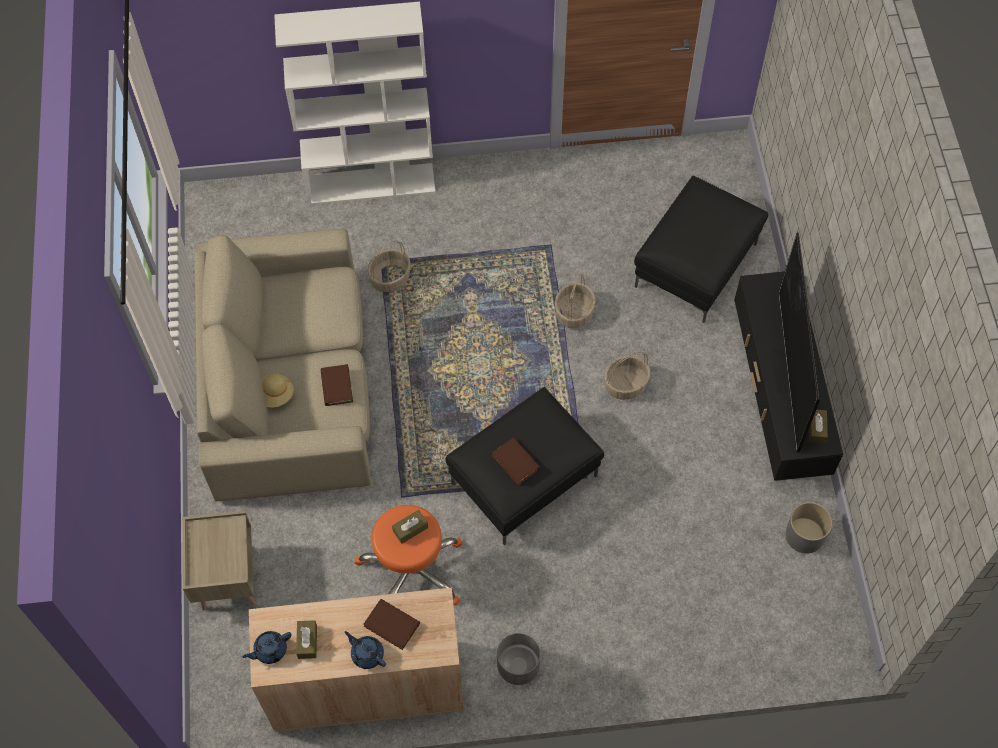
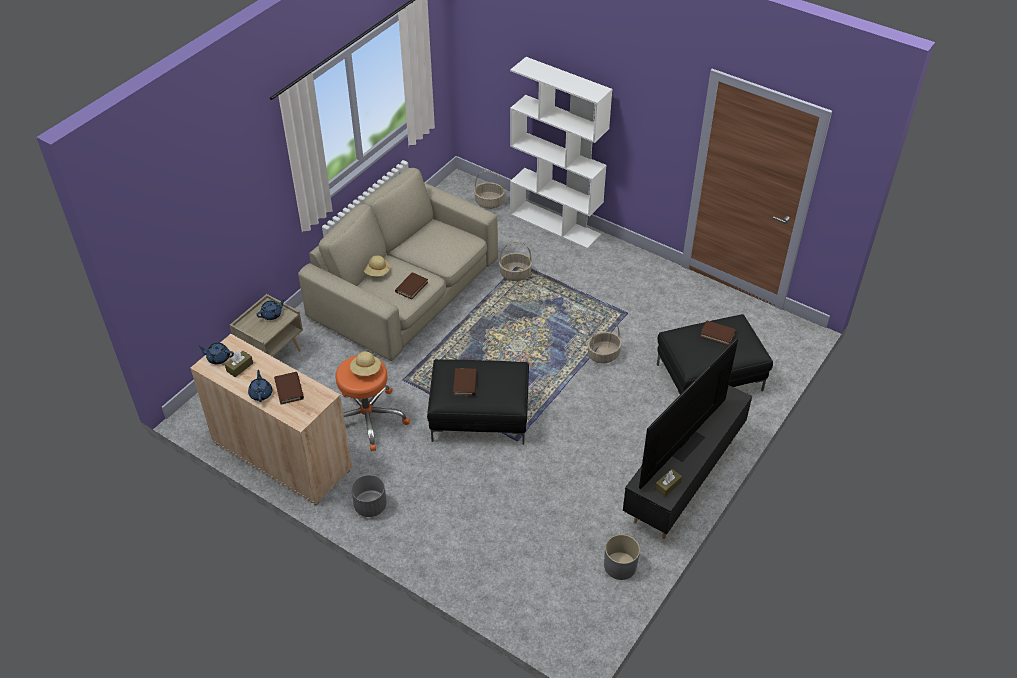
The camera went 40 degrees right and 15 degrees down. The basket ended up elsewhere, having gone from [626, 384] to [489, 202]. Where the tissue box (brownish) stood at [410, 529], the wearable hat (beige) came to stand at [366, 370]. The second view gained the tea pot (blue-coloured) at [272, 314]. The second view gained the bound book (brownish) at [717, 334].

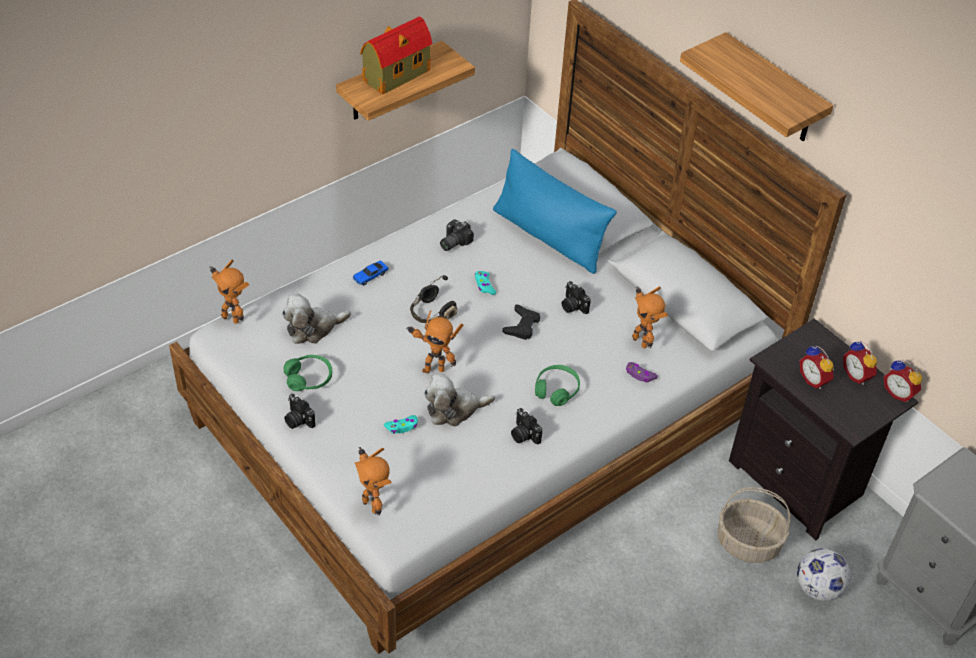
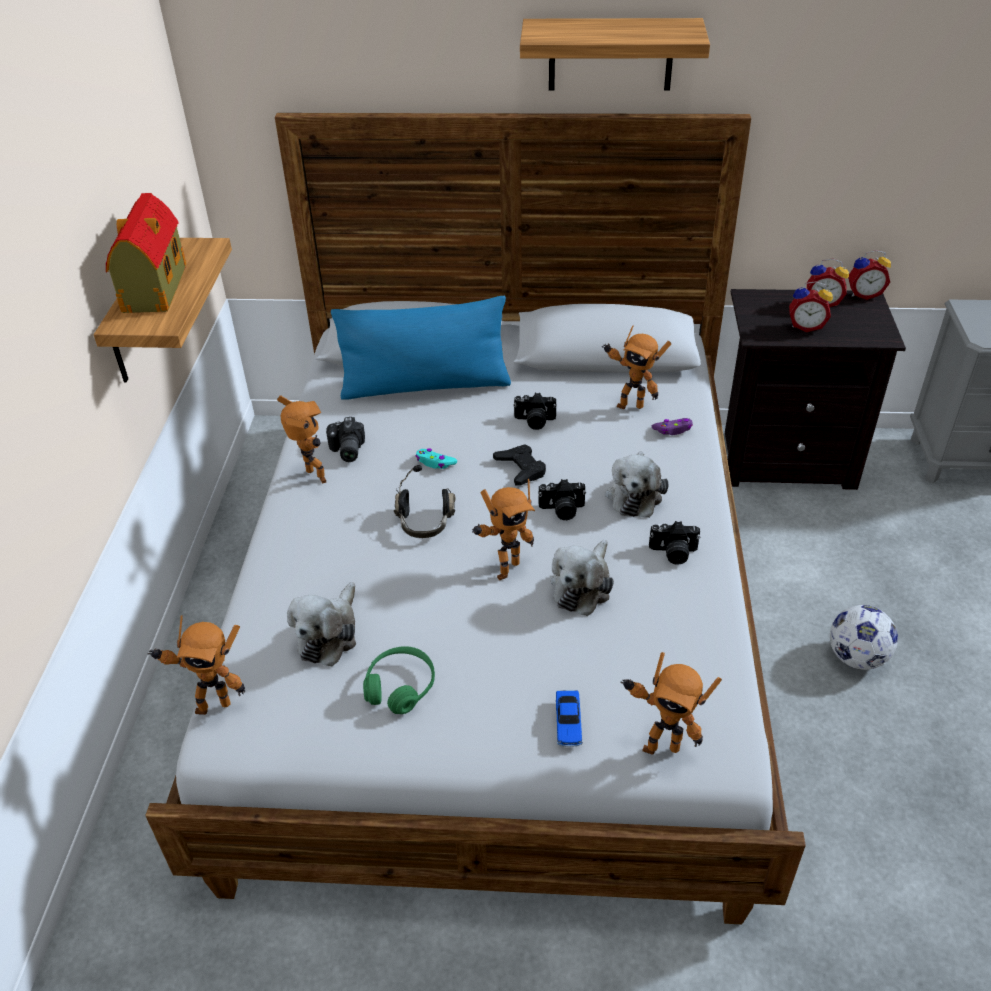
The camera went 45 degrees left and 5 degrees down. The model car ended up elsewhere, having gone from [370, 276] to [568, 723]. Where the pair of headphones (green-coloured) stood at [556, 390], the soft toy came to stand at [634, 494]. The still camera ended up elsewhere, having gone from [298, 420] to [562, 510]. The second view lost the joypad (turquoise-coloured) at [402, 427]. The second view lost the basket at [748, 543]. The football ball ended up elsewhere, having gone from [817, 588] to [856, 657]. The second view gained the toy robot at [313, 478].

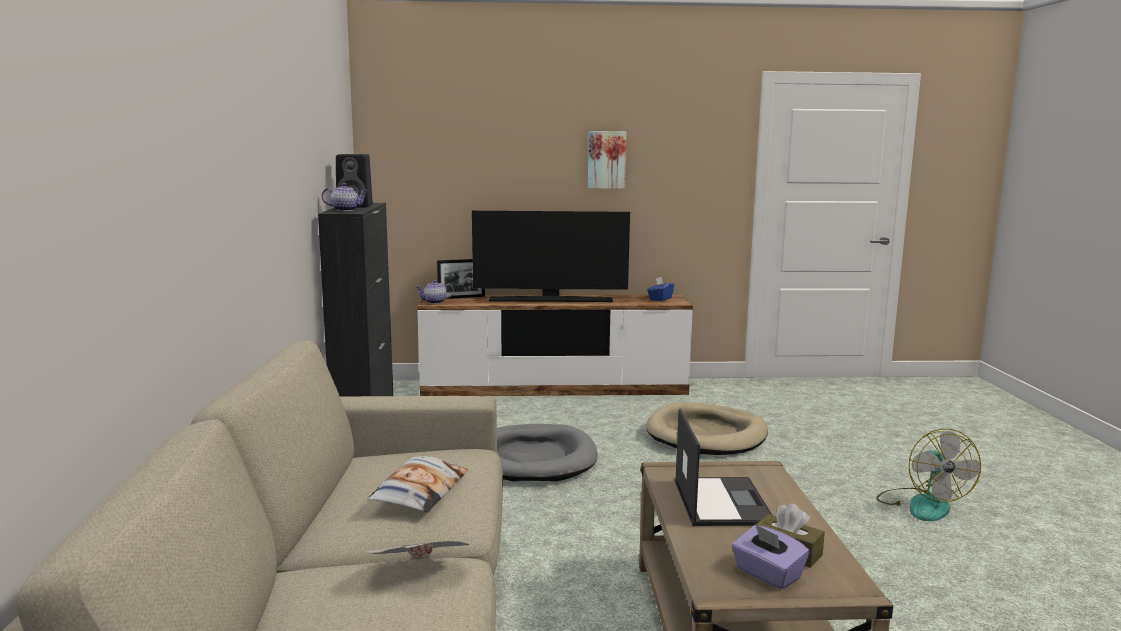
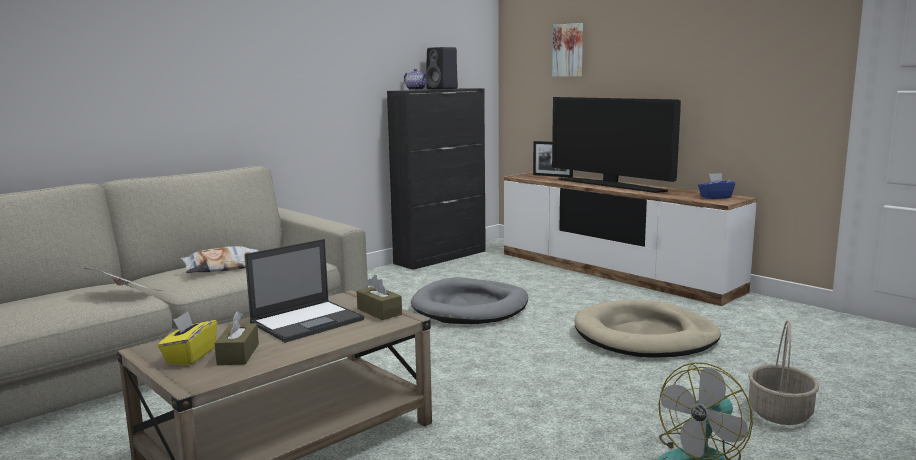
The camera went 50 degrees right and 0 degrees up. The wall art ended up elsewhere, having gone from [606, 159] to [568, 50]. The second view lost the tea pot at [435, 302]. What was the tissue box (purple-coloured) at [767, 574] turned into the tissue box (yellow-coloured) at [190, 356]. The second view gained the tissue box (brownish) at [379, 312]. The second view gained the basket at [779, 412].

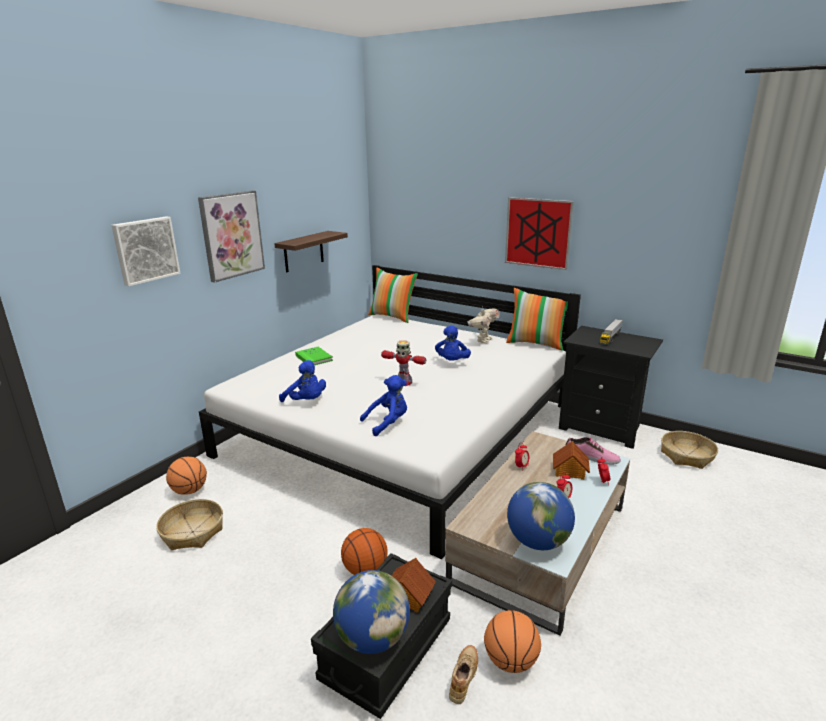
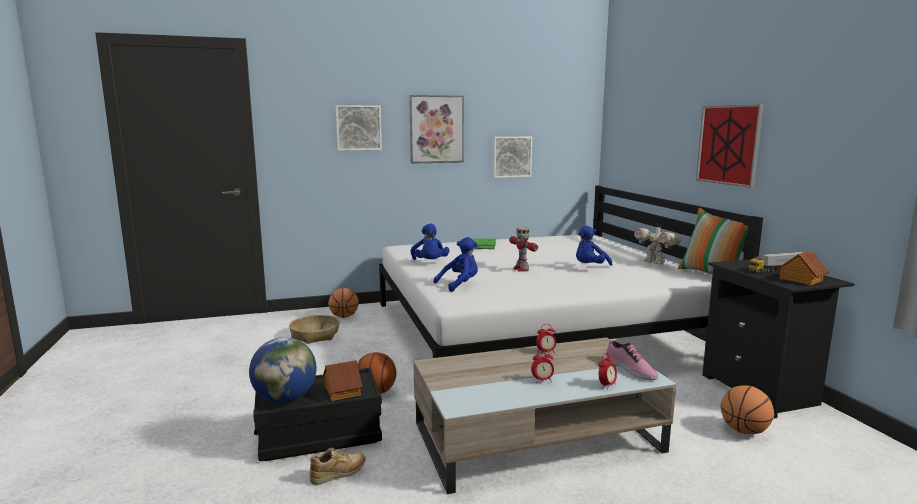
The camera went 40 degrees right and 10 degrees down. Where the bracket shelf hung at [303, 251], the wall art came to hang at [511, 156]. The second view lost the pillow at [392, 316]. The toy robot at [483, 340] ended up facing another way, 75 degrees clockwise from before. The soft toy (blue-coloured) at [388, 423] ended up facing another way, 45 degrees counterclockwise from before. The second view lost the basket at [687, 456]. The miniature house ended up elsewhere, having gone from [569, 471] to [800, 280]. The second view lost the desk globe at [538, 542]. The ball for basketball ended up elsewhere, having gone from [510, 661] to [744, 431].

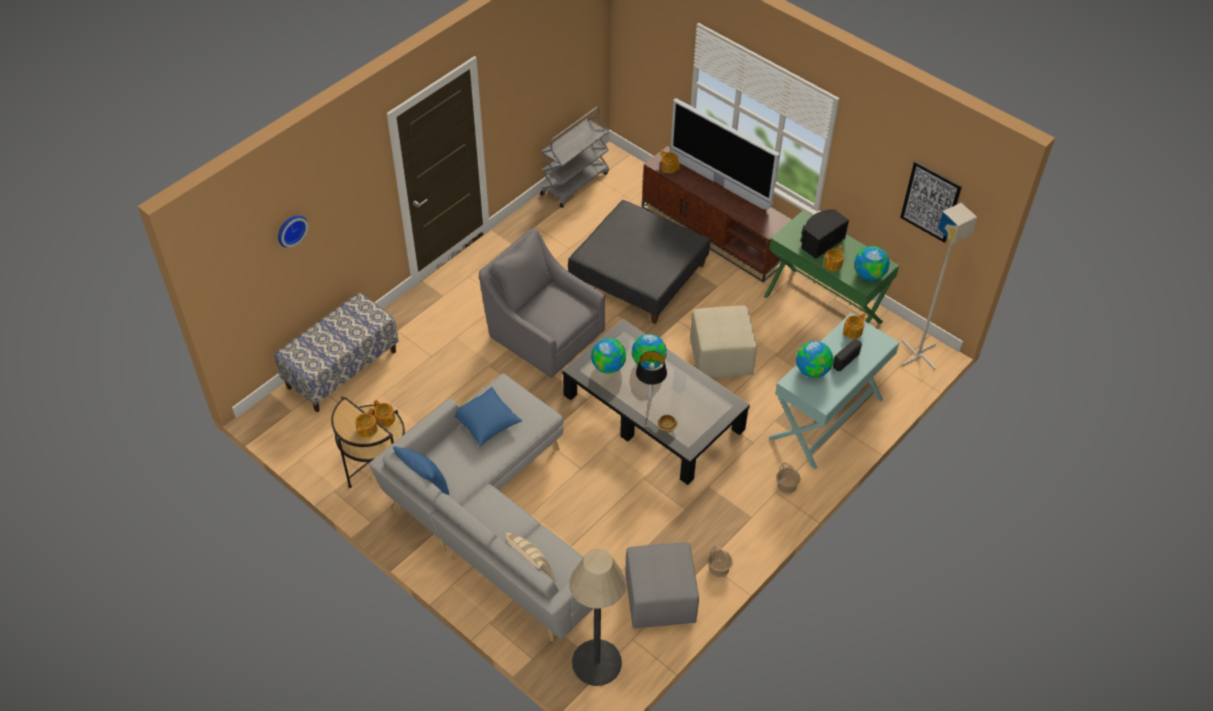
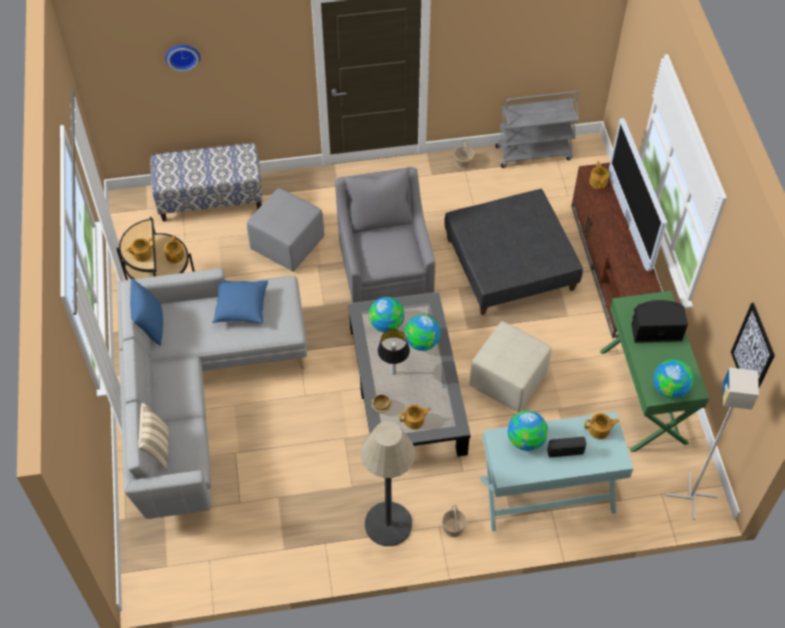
The camera went 40 degrees right and 5 degrees up. The tea pot ended up elsewhere, having gone from [833, 264] to [414, 420]. The footrest (greyish) ended up elsewhere, having gone from [659, 598] to [287, 243]. The basket ended up elsewhere, having gone from [719, 569] to [463, 163]. The standing lamp ended up elsewhere, having gone from [596, 662] to [388, 524].

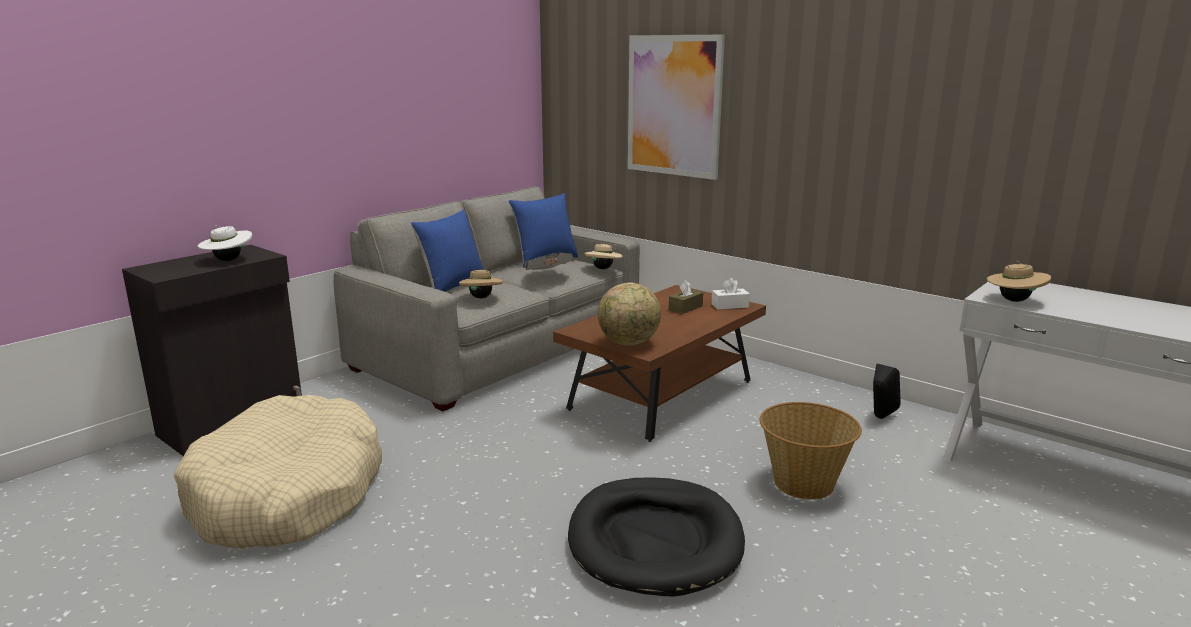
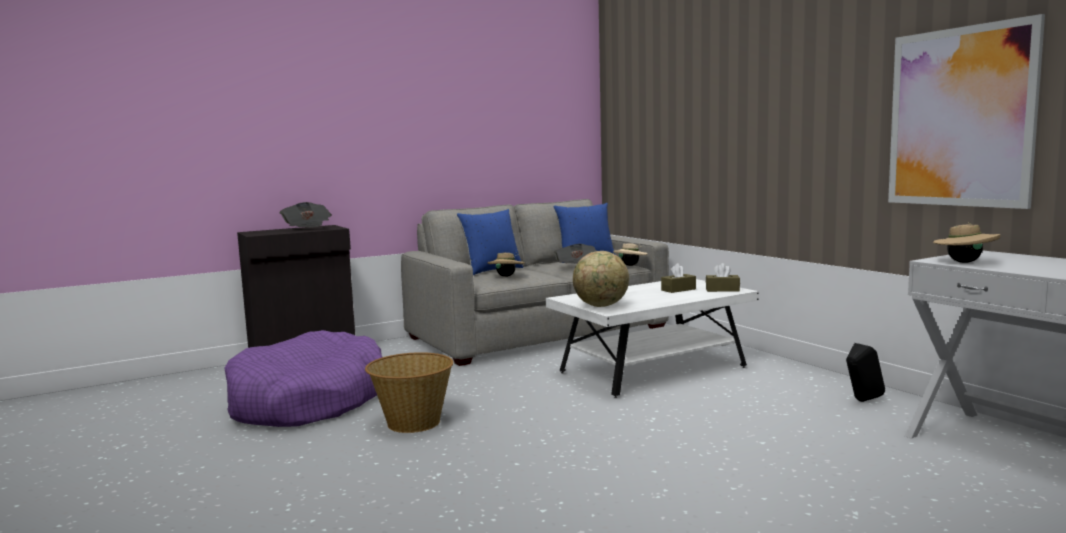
The camera went 20 degrees right and 10 degrees down. The wall art ended up elsewhere, having gone from [674, 106] to [960, 117]. Where the wearable hat (white) stood at [228, 260], the newspaper came to stand at [307, 229]. What was the tissue box (white) at [730, 305] turned into the tissue box (brownish) at [722, 290]. What was the coffee table (brownish) at [662, 396] turned into the coffee table (white) at [652, 370]. What was the dog cushion (beige) at [288, 494] turned into the dog cushion (purple-coloured) at [308, 401]. The basket ended up elsewhere, having gone from [803, 484] to [413, 423]. The second view lost the dog cushion (black-coloured) at [655, 540].

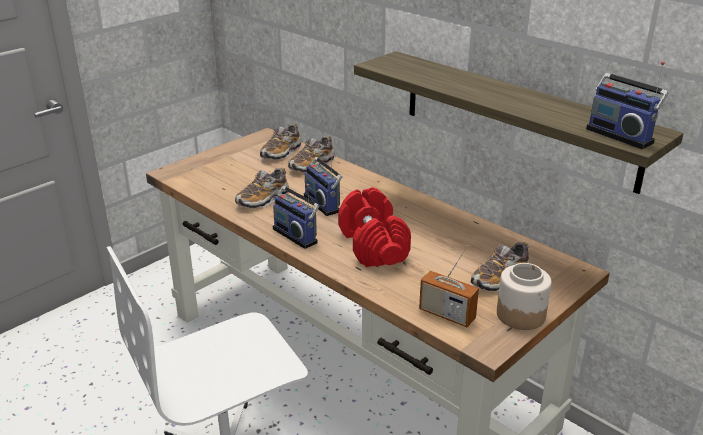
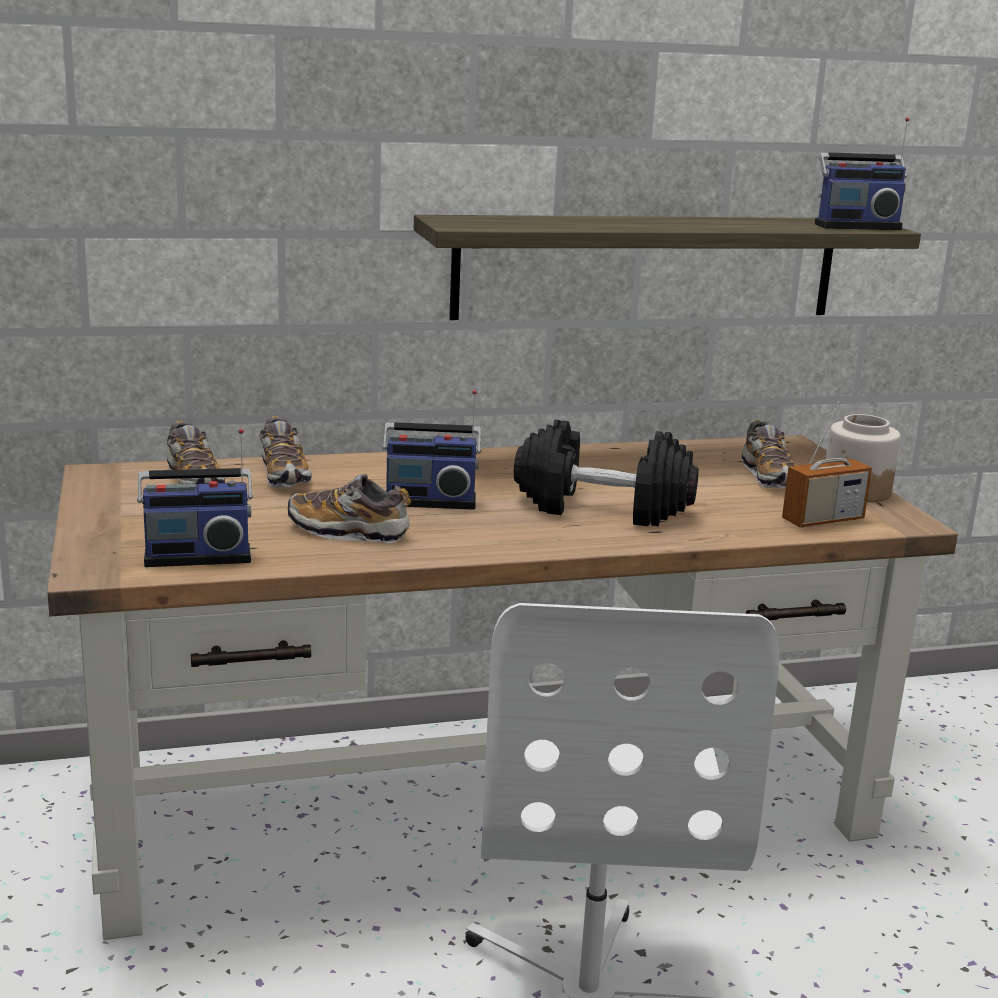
The camera went 60 degrees left and 10 degrees down. The item of footwear at [263, 199] ended up facing another way, 120 degrees clockwise from before. The radio ended up elsewhere, having gone from [297, 235] to [197, 556]. What was the free weight (red-coloured) at [372, 245] turned into the free weight (black-coloured) at [602, 508].

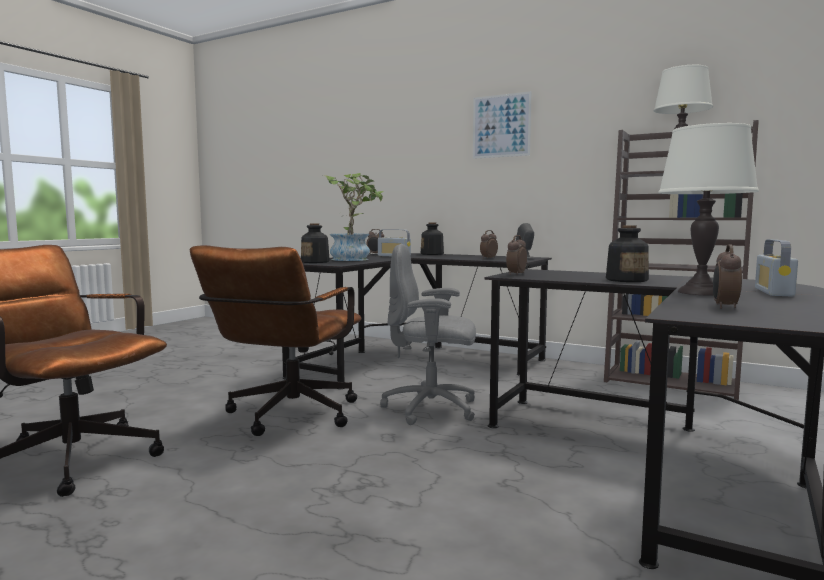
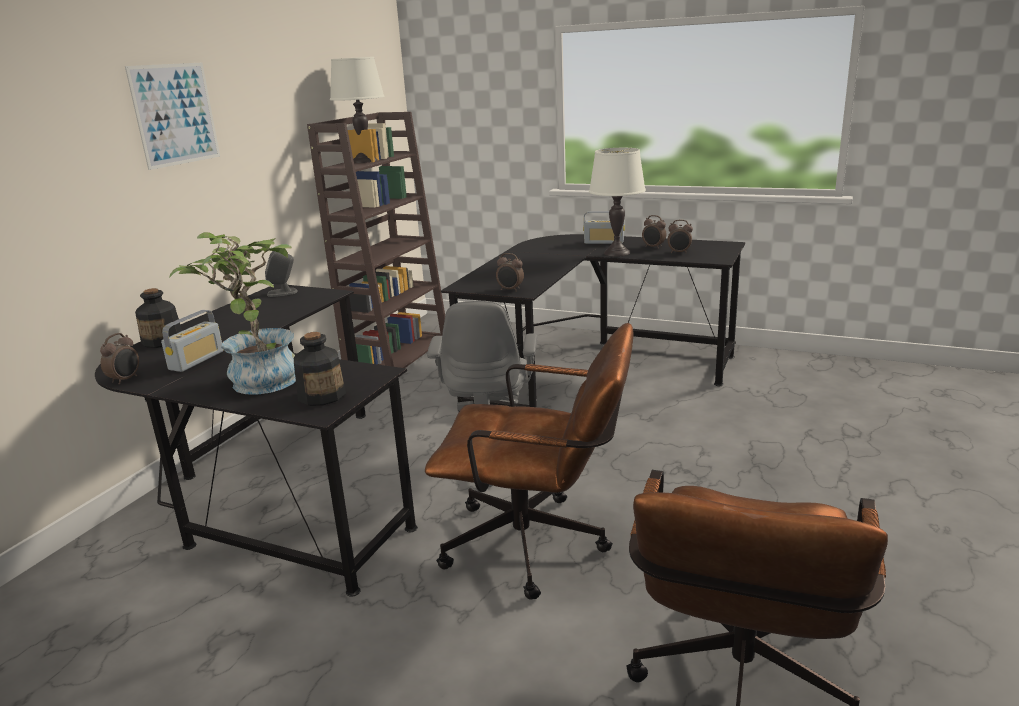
The camera went 95 degrees left and 15 degrees up. The second view lost the drink bottle at [626, 280]. The table clock ended up elsewhere, having gone from [488, 258] to [653, 247].

